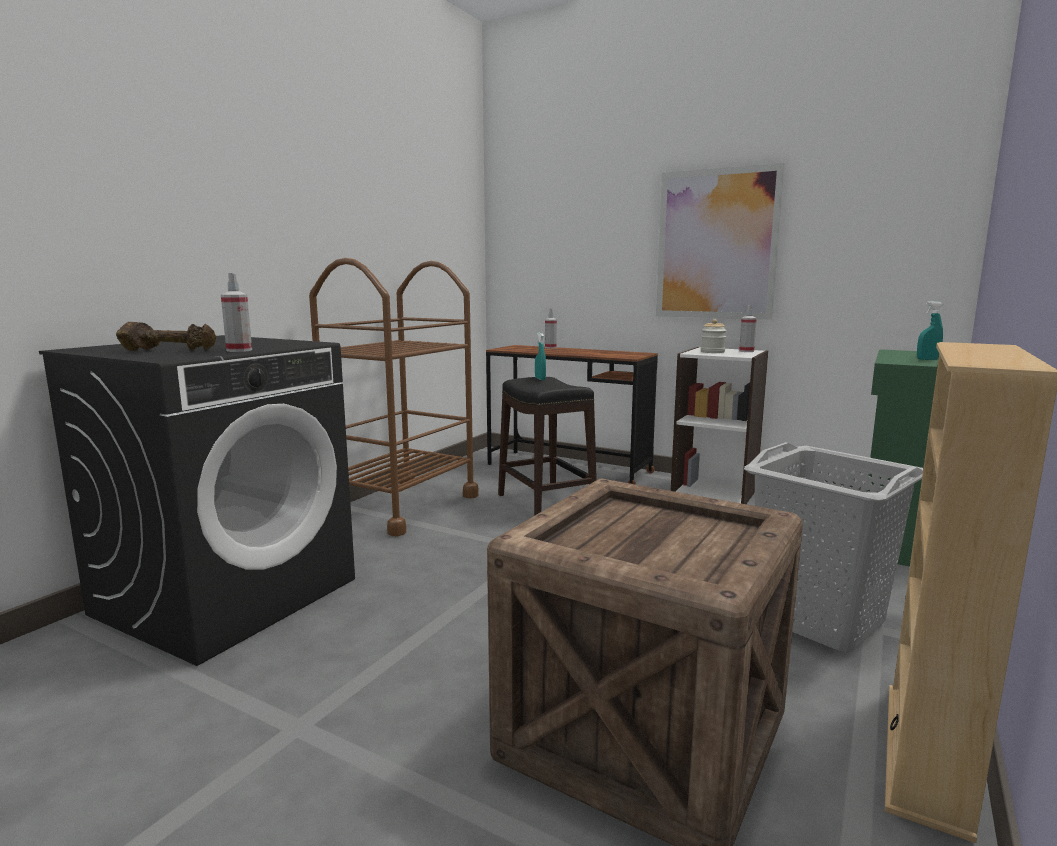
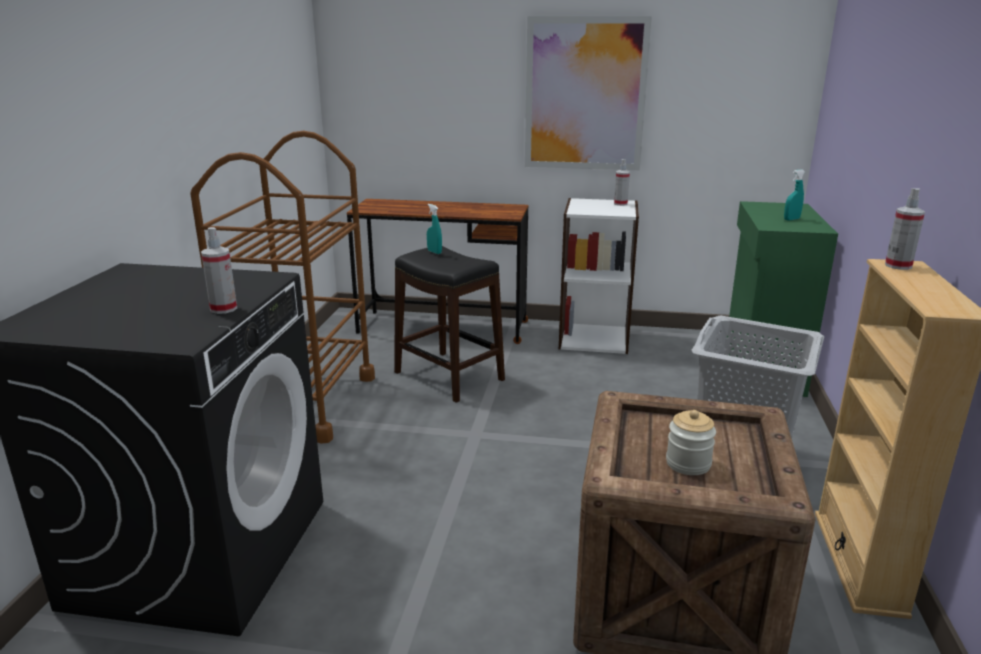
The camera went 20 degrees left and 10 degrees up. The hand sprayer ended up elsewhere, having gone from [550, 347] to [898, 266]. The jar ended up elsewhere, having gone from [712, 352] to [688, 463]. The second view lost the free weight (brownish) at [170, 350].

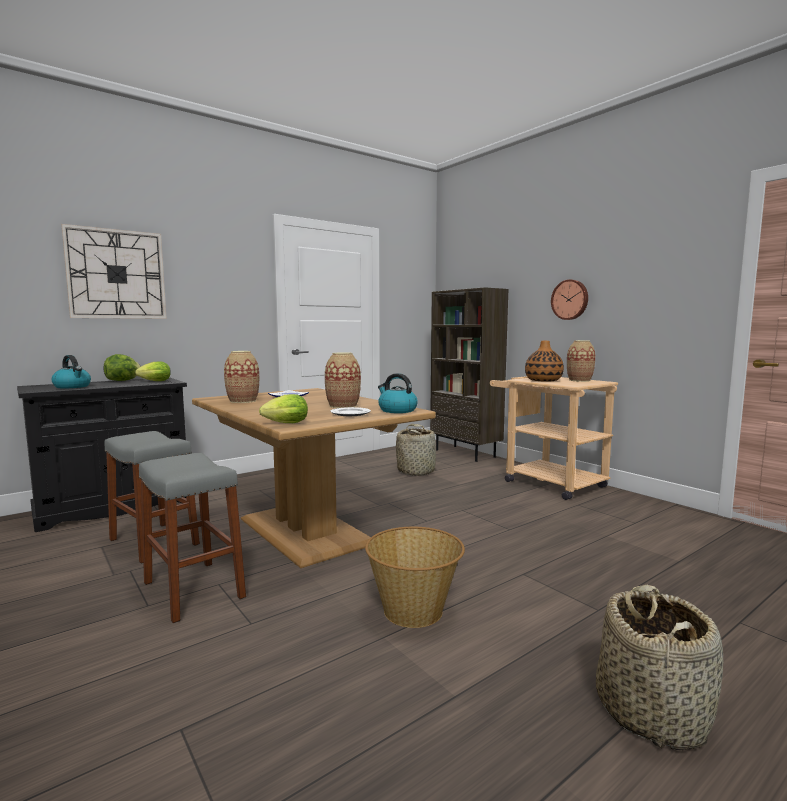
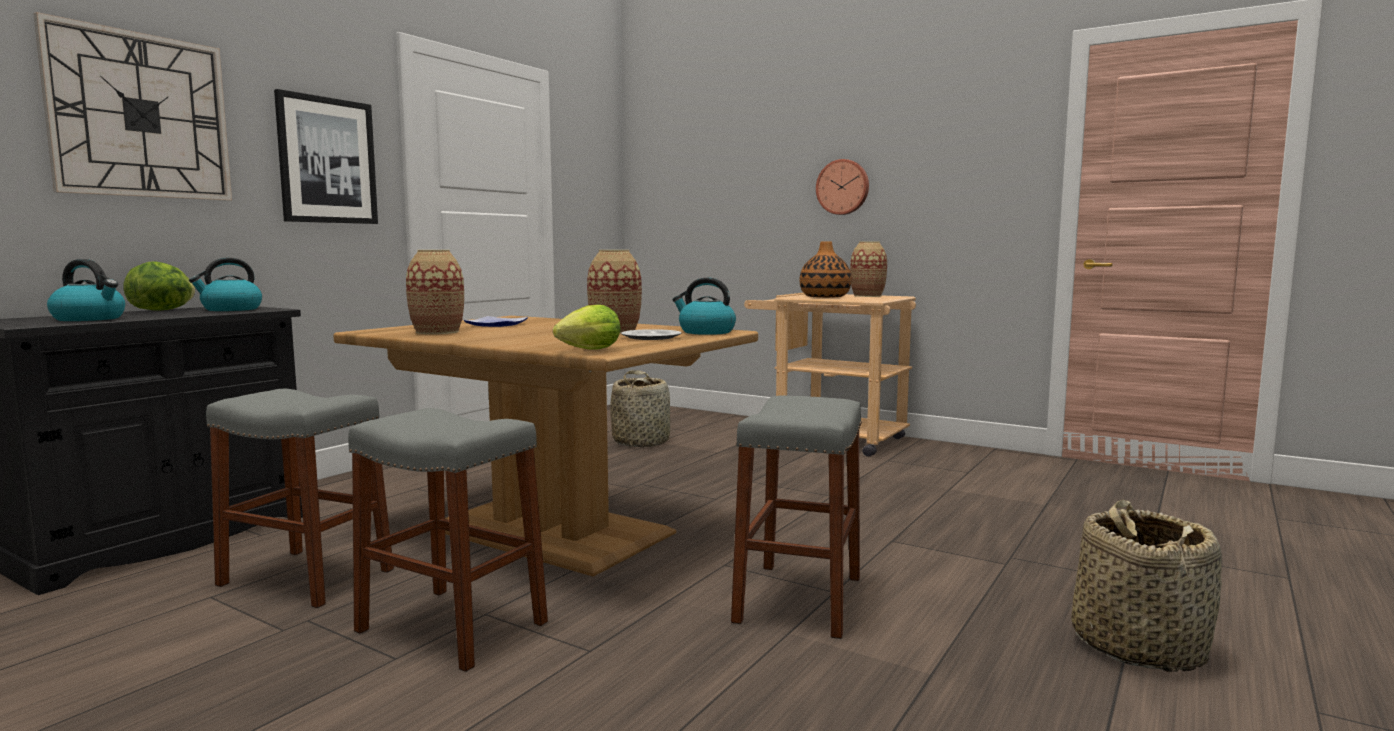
The camera went 20 degrees left and 0 degrees up. The second view lost the bookcase (brownish) at [466, 453]. Where the lettuce stood at [153, 381], the kettle came to stand at [231, 309]. Where the basket stood at [414, 611], the stool (greyish) came to stand at [799, 599]. The second view gained the wall art at [327, 160].

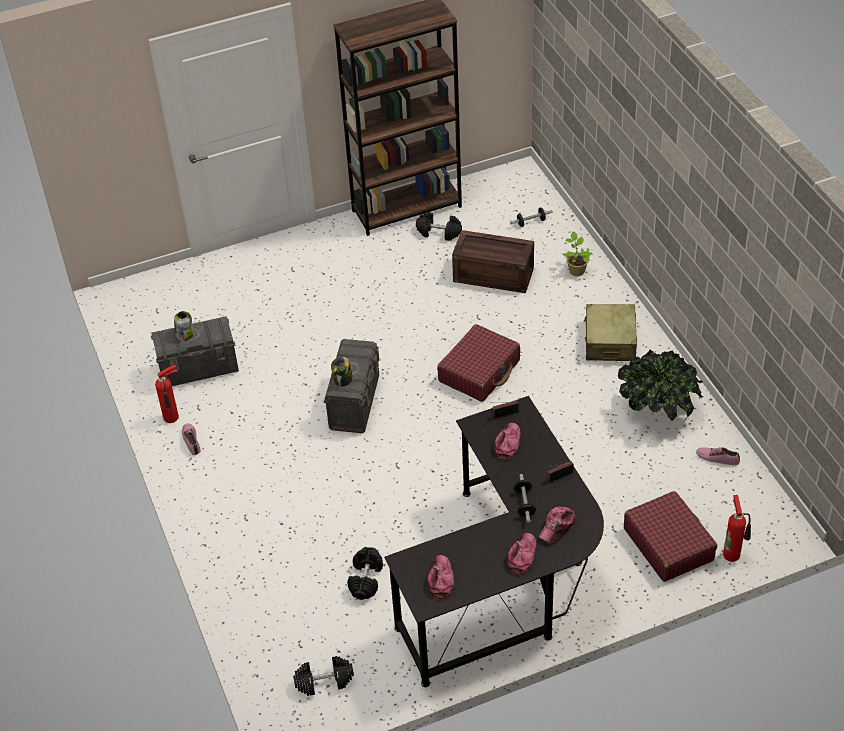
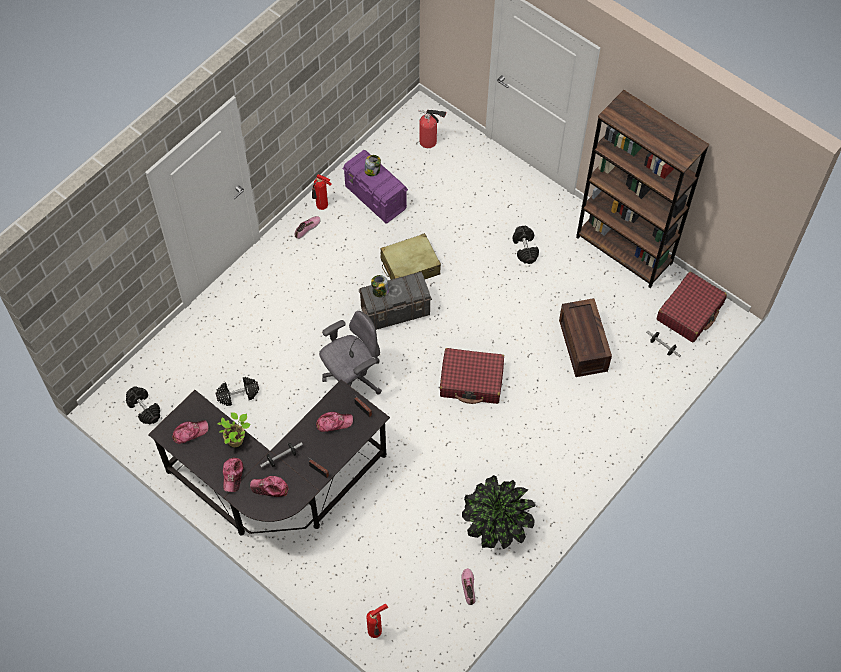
The camera went 60 degrees right and 15 degrees up. The free weight (black-coloured) ended up elsewhere, having gone from [438, 233] to [525, 249]. The plant in a pot ended up elsewhere, having gone from [576, 270] to [236, 439]. The suitcase (beige) ended up elsewhere, having gone from [610, 341] to [410, 267]. What was the storage bin (greyish) at [199, 369] turned into the storage bin (purple-coloured) at [375, 198]. The suitcase (red-coloured) ended up elsewhere, having gone from [668, 544] to [690, 312]. The baseball cap at [522, 556] ended up facing another way, 105 degrees clockwise from before. The second view gained the fire extinguisher at [430, 142]. The second view gained the desk chair (greyish) at [353, 378].

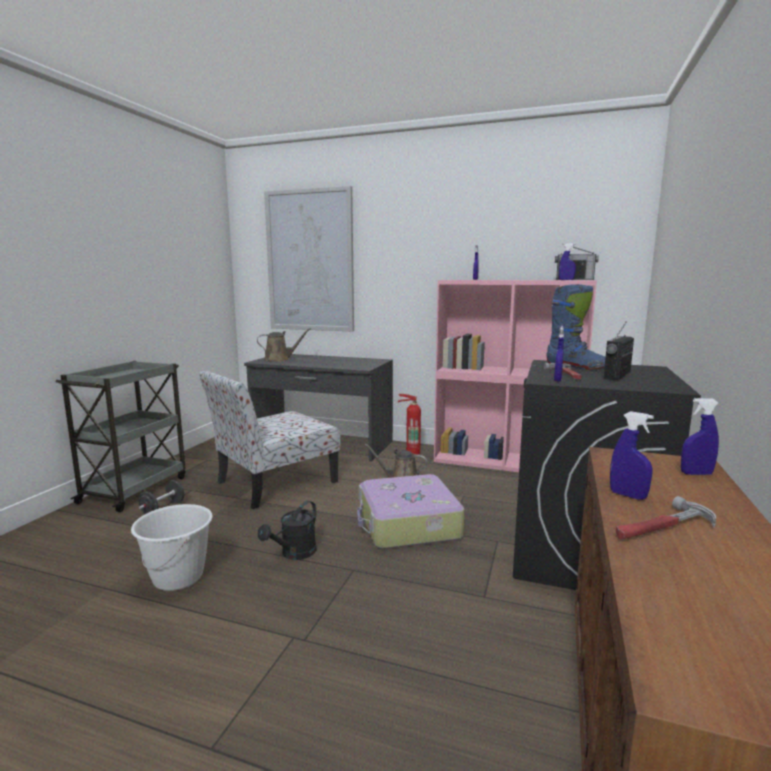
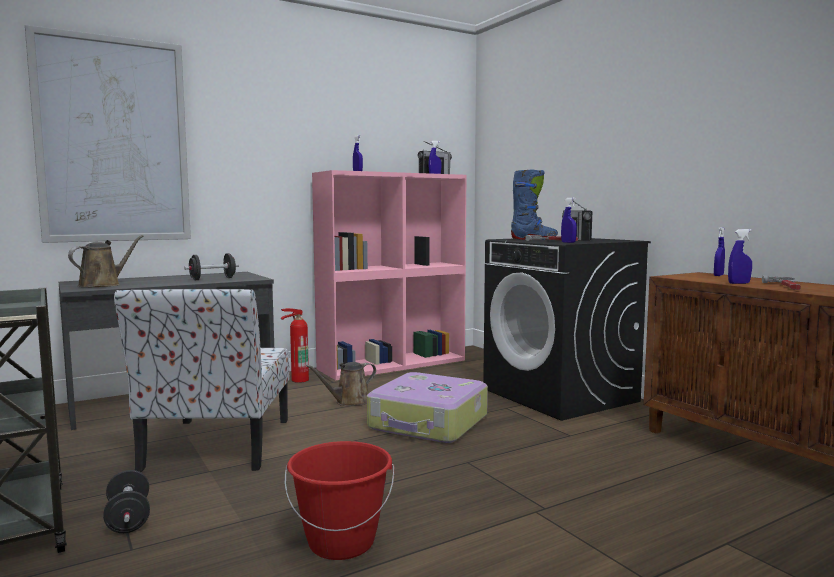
The camera went 50 degrees left and 5 degrees down. The second view lost the sprinkling can (black-coloured) at [294, 554]. What was the water bucket (white) at [178, 577] turned into the water bucket (red-coloured) at [341, 542]. The second view gained the free weight (black-coloured) at [212, 279].

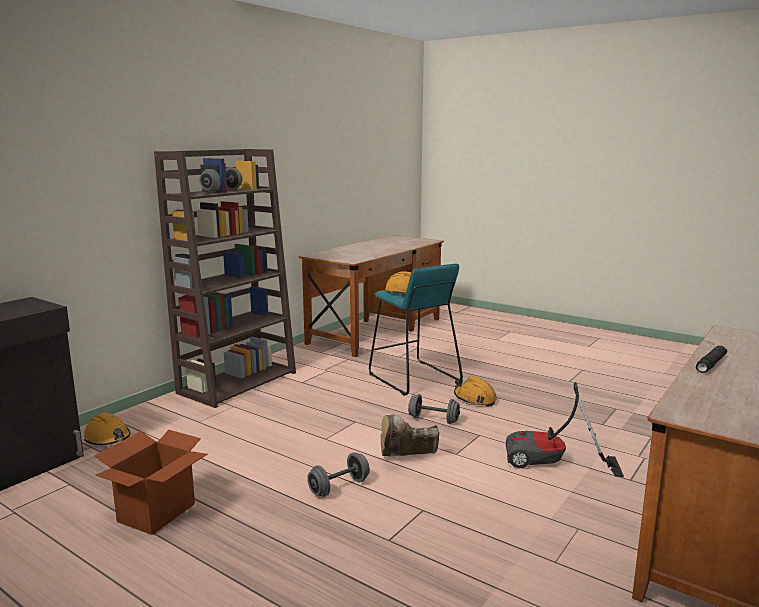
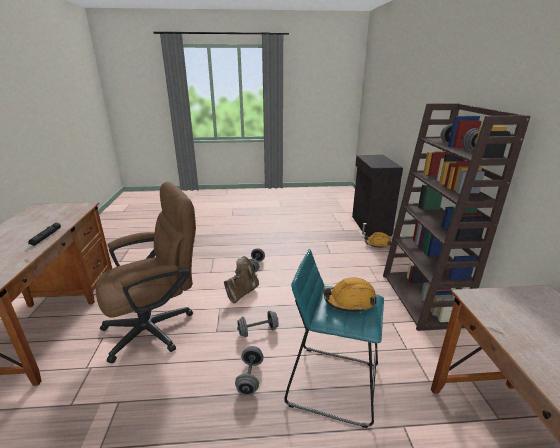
The camera went 140 degrees right and 10 degrees up. Where the safety helmet (orange) stood at [474, 399], the free weight (greyish) came to stand at [250, 377]. Where the vacuum cleaner stood at [551, 464], the desk chair (brownish) came to stand at [157, 327]. The second view lost the cardboard box at [156, 513].

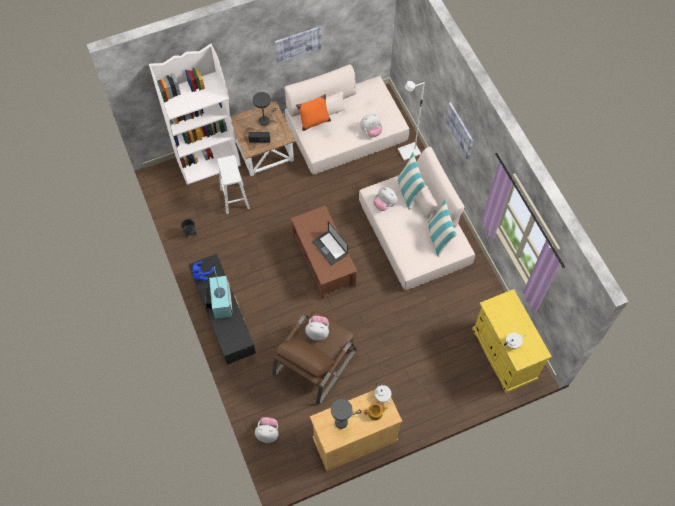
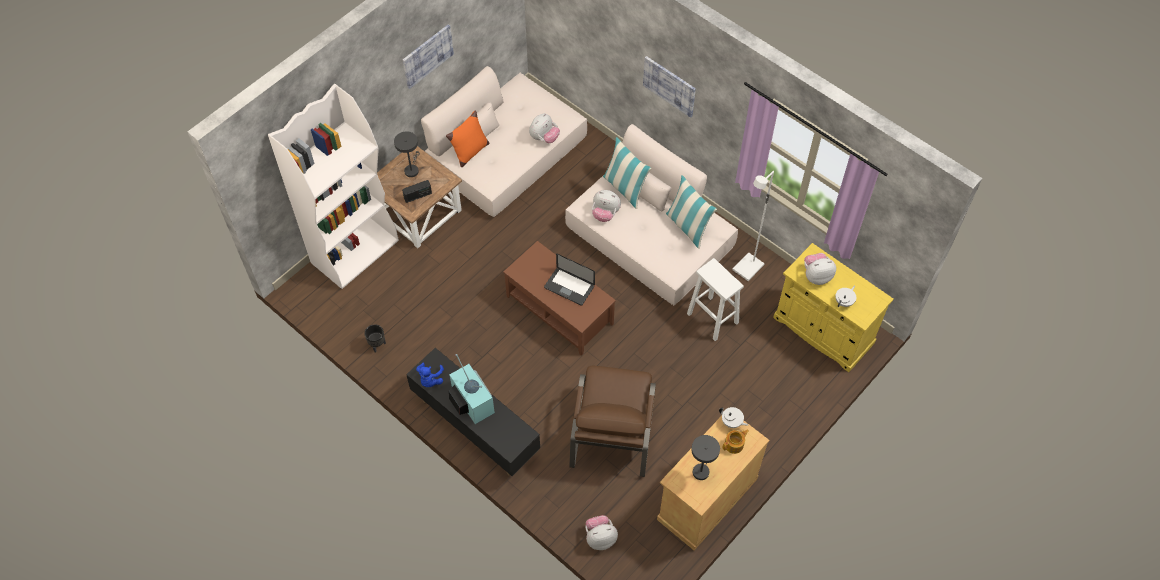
The camera went 25 degrees left and 5 degrees down. The standing lamp (white) ended up elsewhere, having gone from [409, 152] to [748, 268]. The stool (white) ended up elsewhere, having gone from [234, 198] to [712, 318]. The soft toy ended up elsewhere, having gone from [318, 332] to [816, 276].

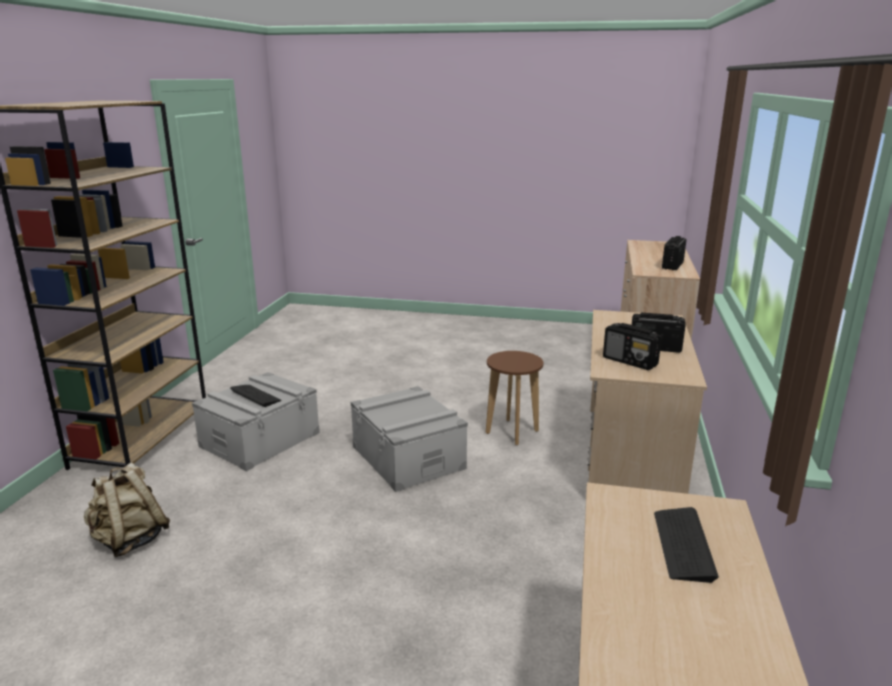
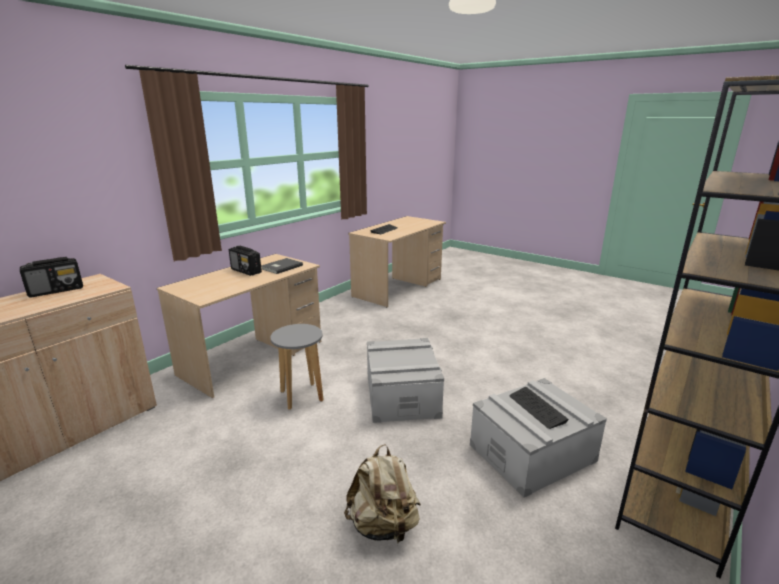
The camera went 155 degrees left and 0 degrees up. Where the radio stood at [630, 362], the bound book (greyish) came to stand at [281, 267]. What was the stool (brownish) at [511, 432] turned into the stool (greyish) at [301, 396]. The backpack (beige) ended up elsewhere, having gone from [130, 540] to [383, 525].

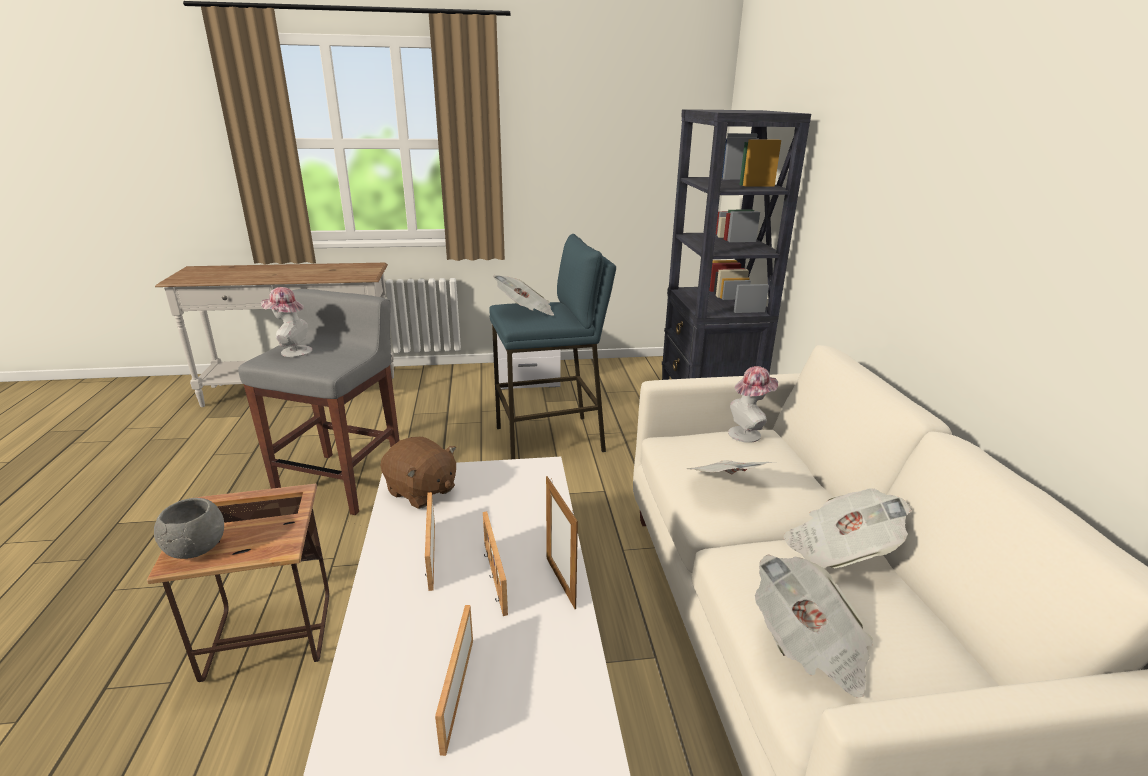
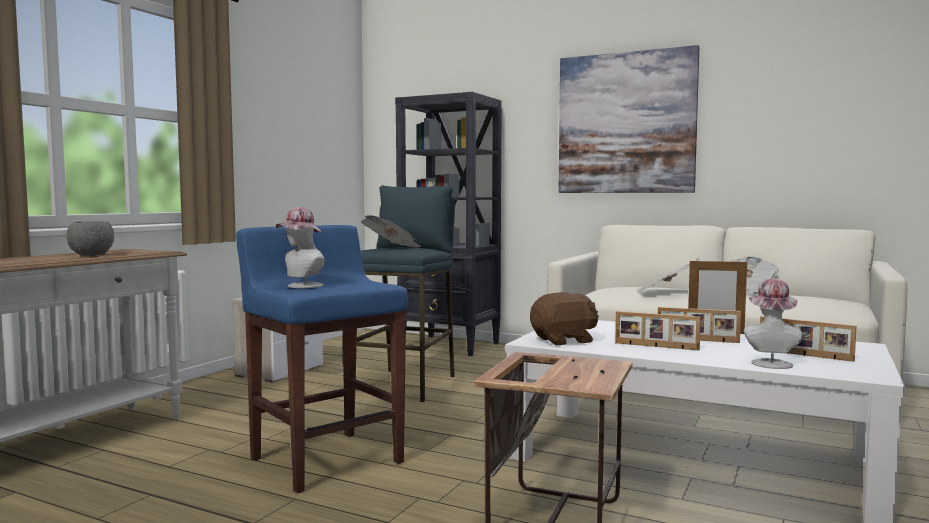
The camera went 55 degrees left and 20 degrees down. What was the stool (greyish) at [342, 482] turned into the stool (blue-coloured) at [325, 460]. The wearable hat ended up elsewhere, having gone from [748, 433] to [770, 363]. The deep dish (greyish) ended up elsewhere, having gone from [197, 549] to [92, 255]. The second view lost the newspaper at [809, 646]. The second view gained the wall art at [626, 123].

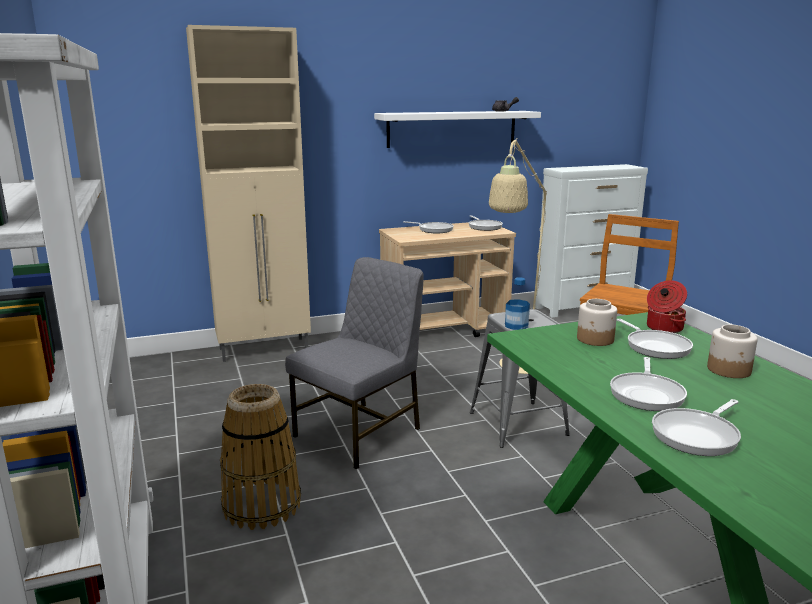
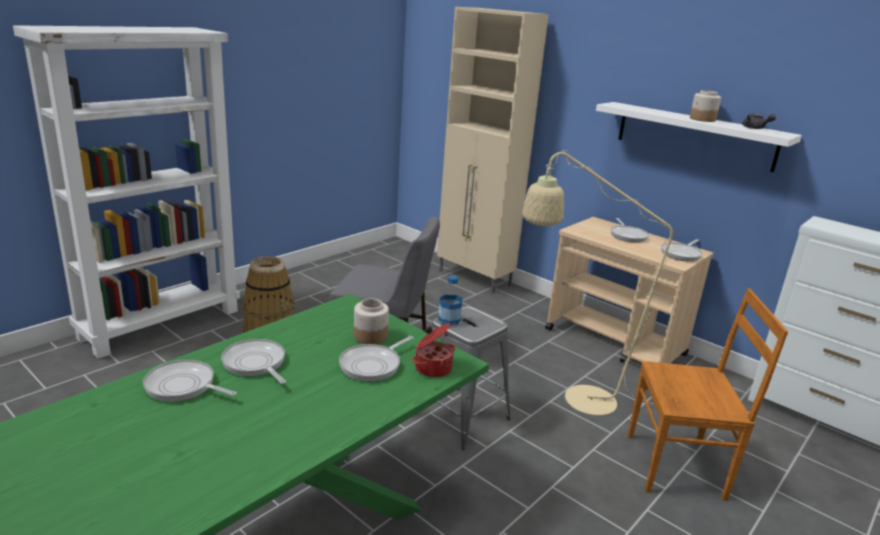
The camera went 60 degrees right and 5 degrees up. The jar ended up elsewhere, having gone from [729, 370] to [702, 119]. The skillet at [647, 394] ended up facing another way, 60 degrees clockwise from before.

